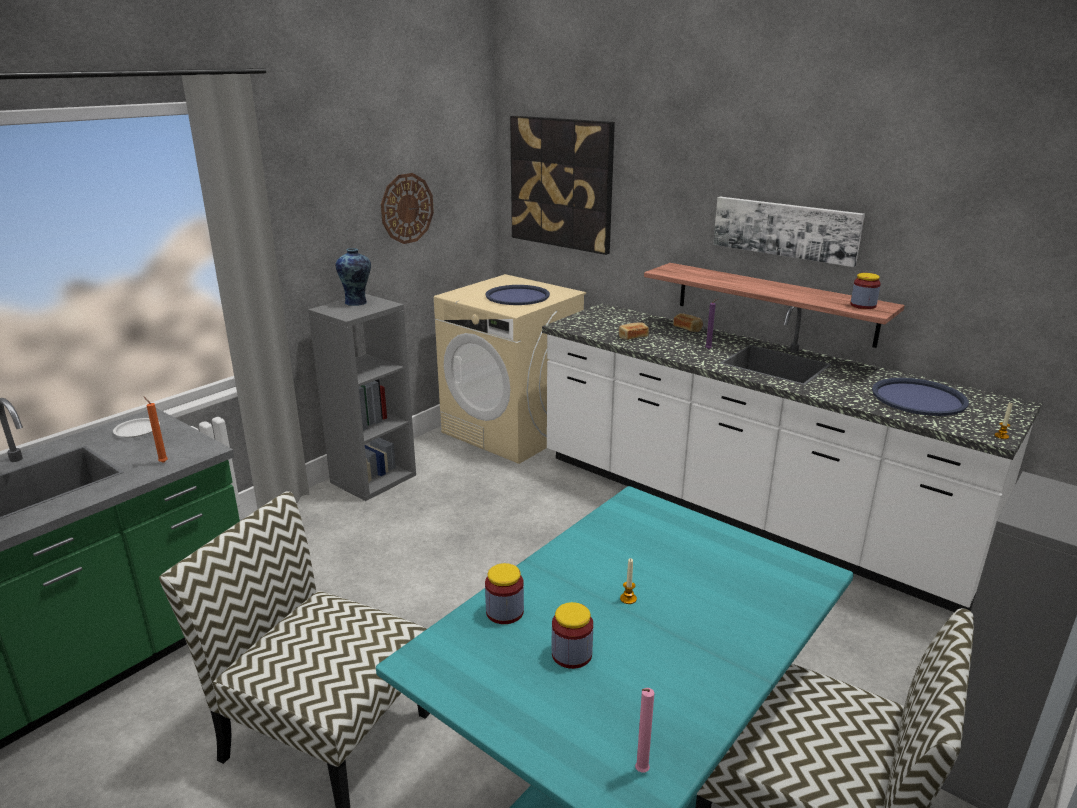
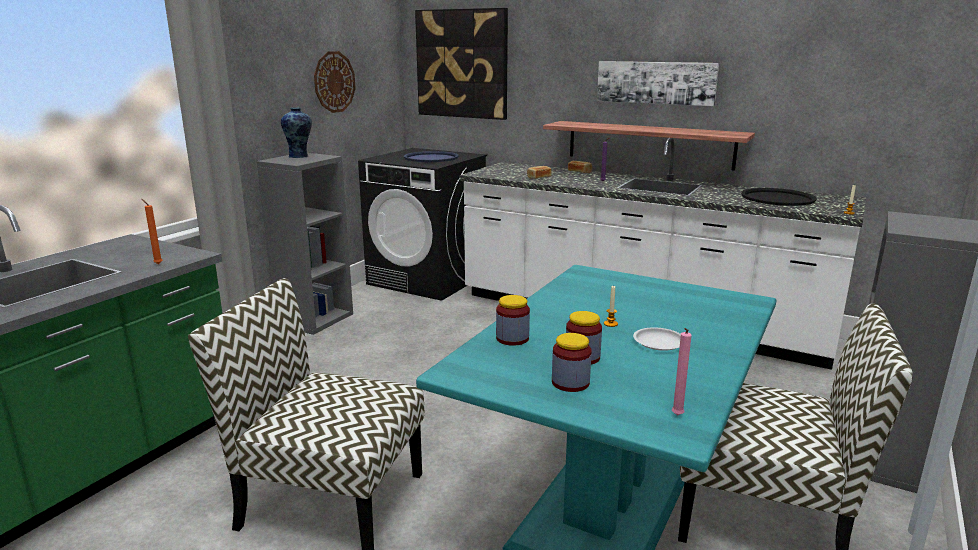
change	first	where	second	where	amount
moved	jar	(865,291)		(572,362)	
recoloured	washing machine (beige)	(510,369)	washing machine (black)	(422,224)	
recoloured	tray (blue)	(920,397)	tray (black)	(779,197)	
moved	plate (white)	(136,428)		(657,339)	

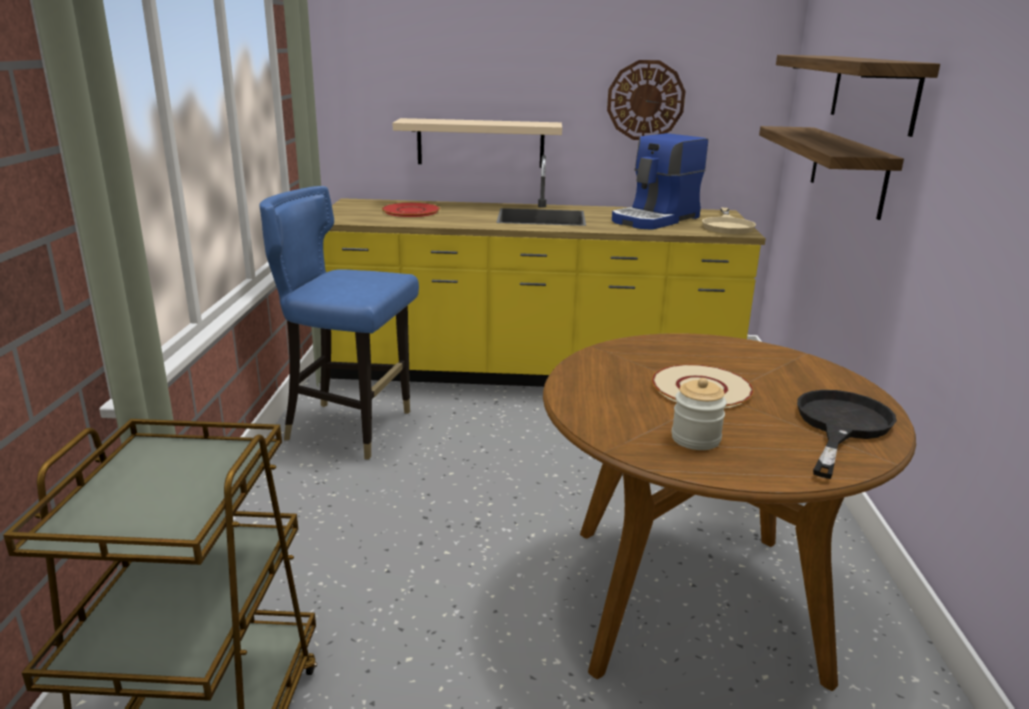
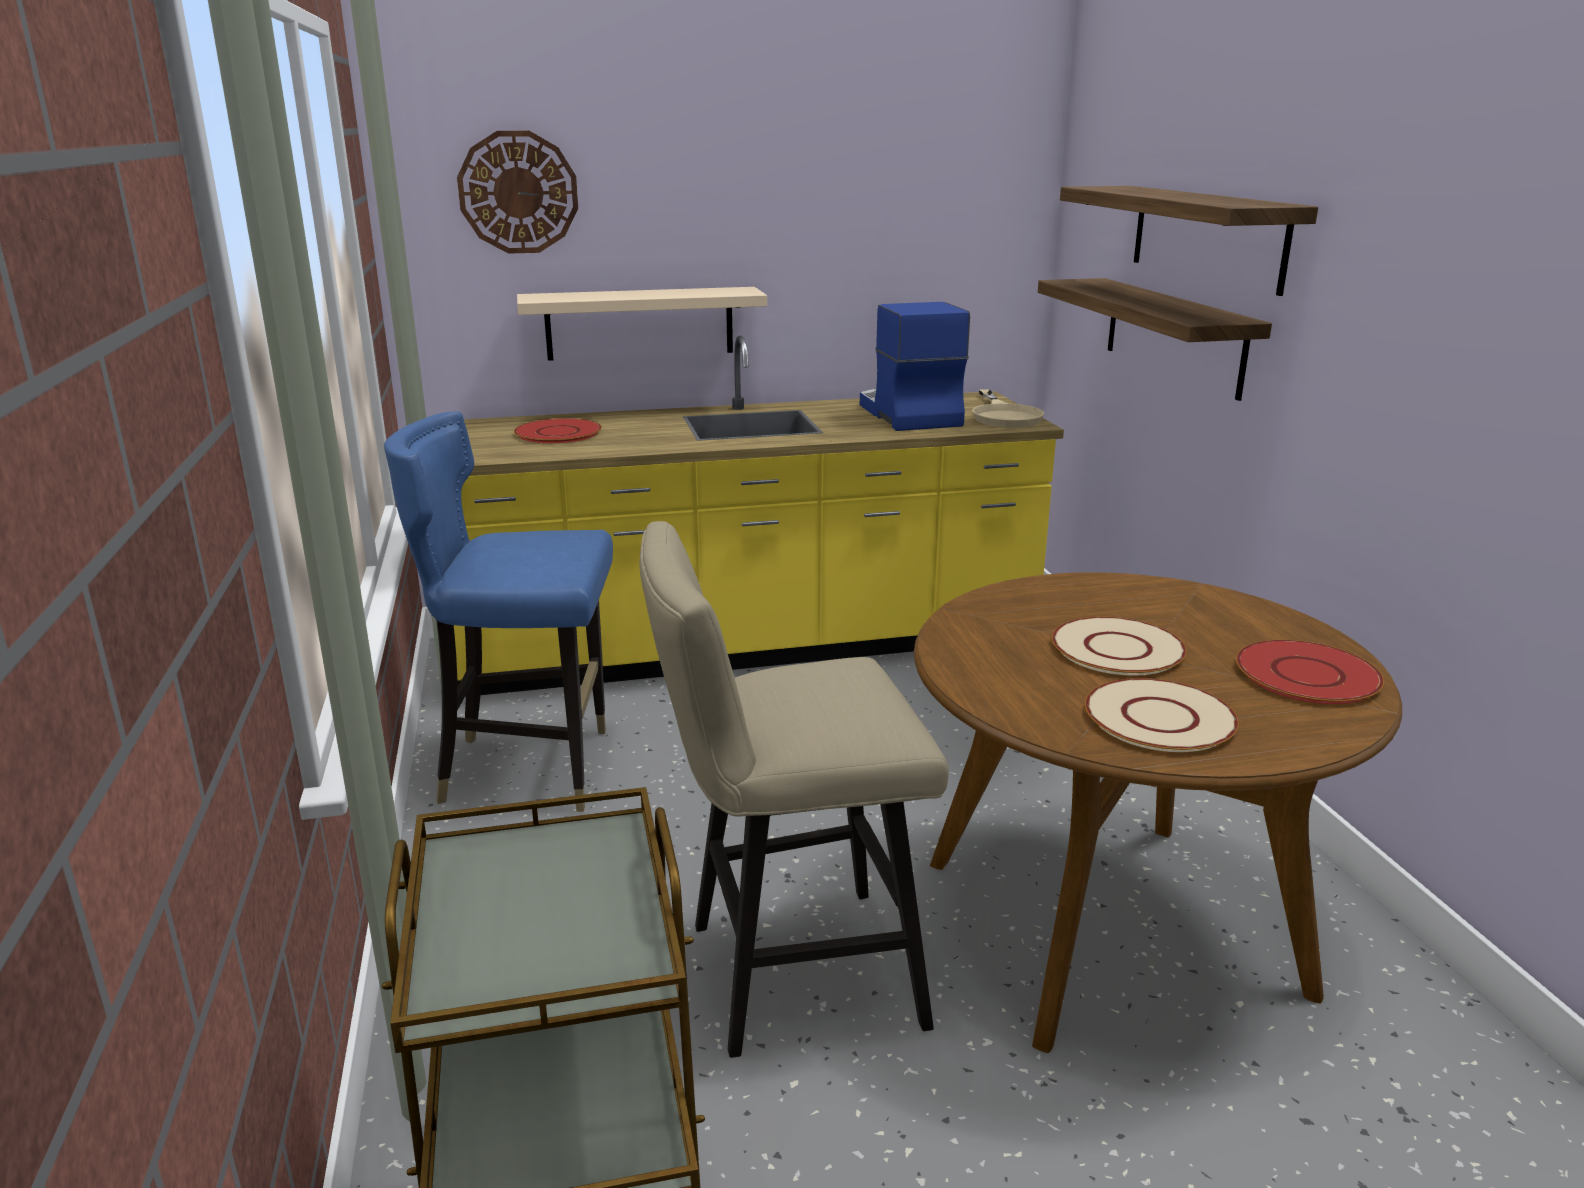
change	first	where	second	where	amount
moved	wall clock	(646,100)		(517,192)	
turned	coffee machine	(660,181)		(915,366)	135 degrees clockwise
replaced	jar	(699,414)	plate (beige)	(1162,715)	
replaced	frying pan (black)	(847,434)	plate (red)	(1310,672)	
added			stool (beige)	(794,789)	

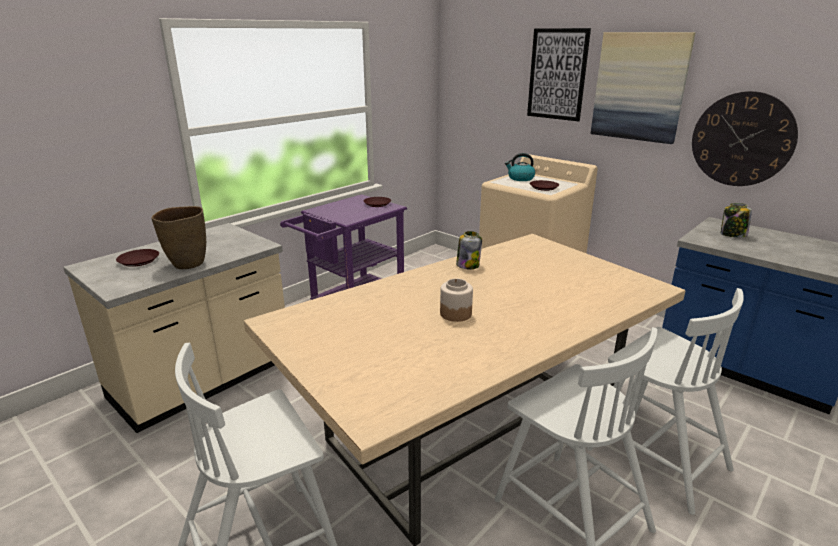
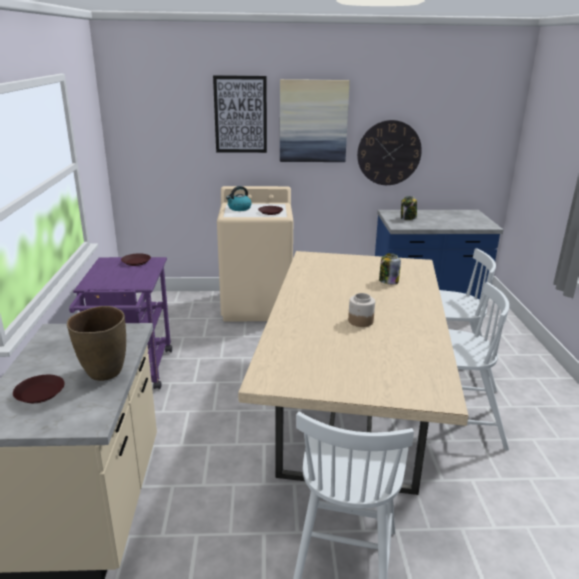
change	first	where	second	where	amount
moved	jar	(469,250)		(390,268)	

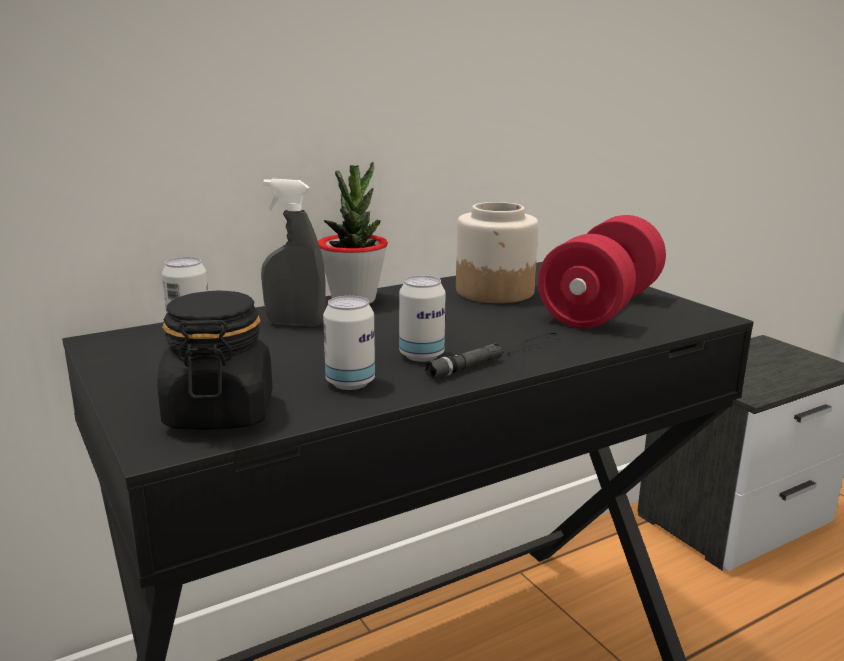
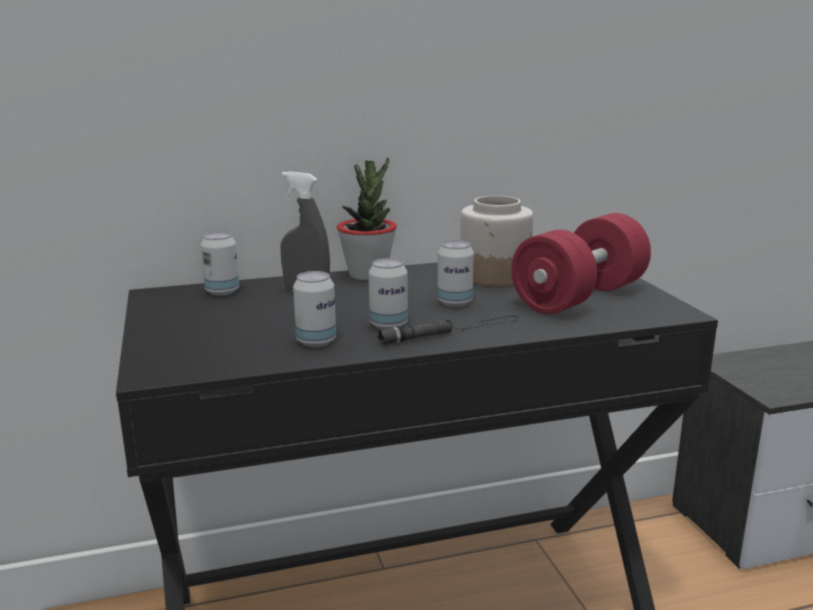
change	first	where	second	where	amount
removed	jar (black)	(215,360)			
added			can	(455,273)	

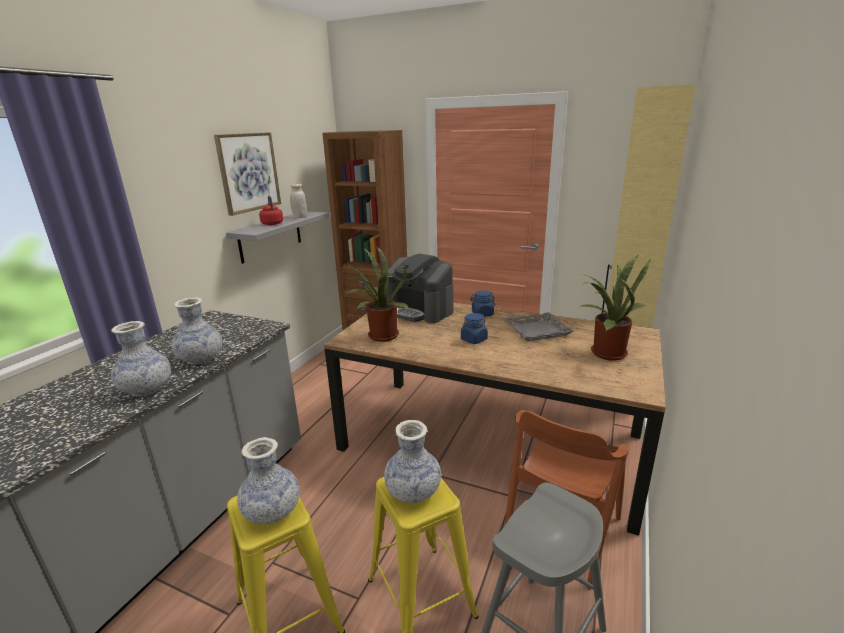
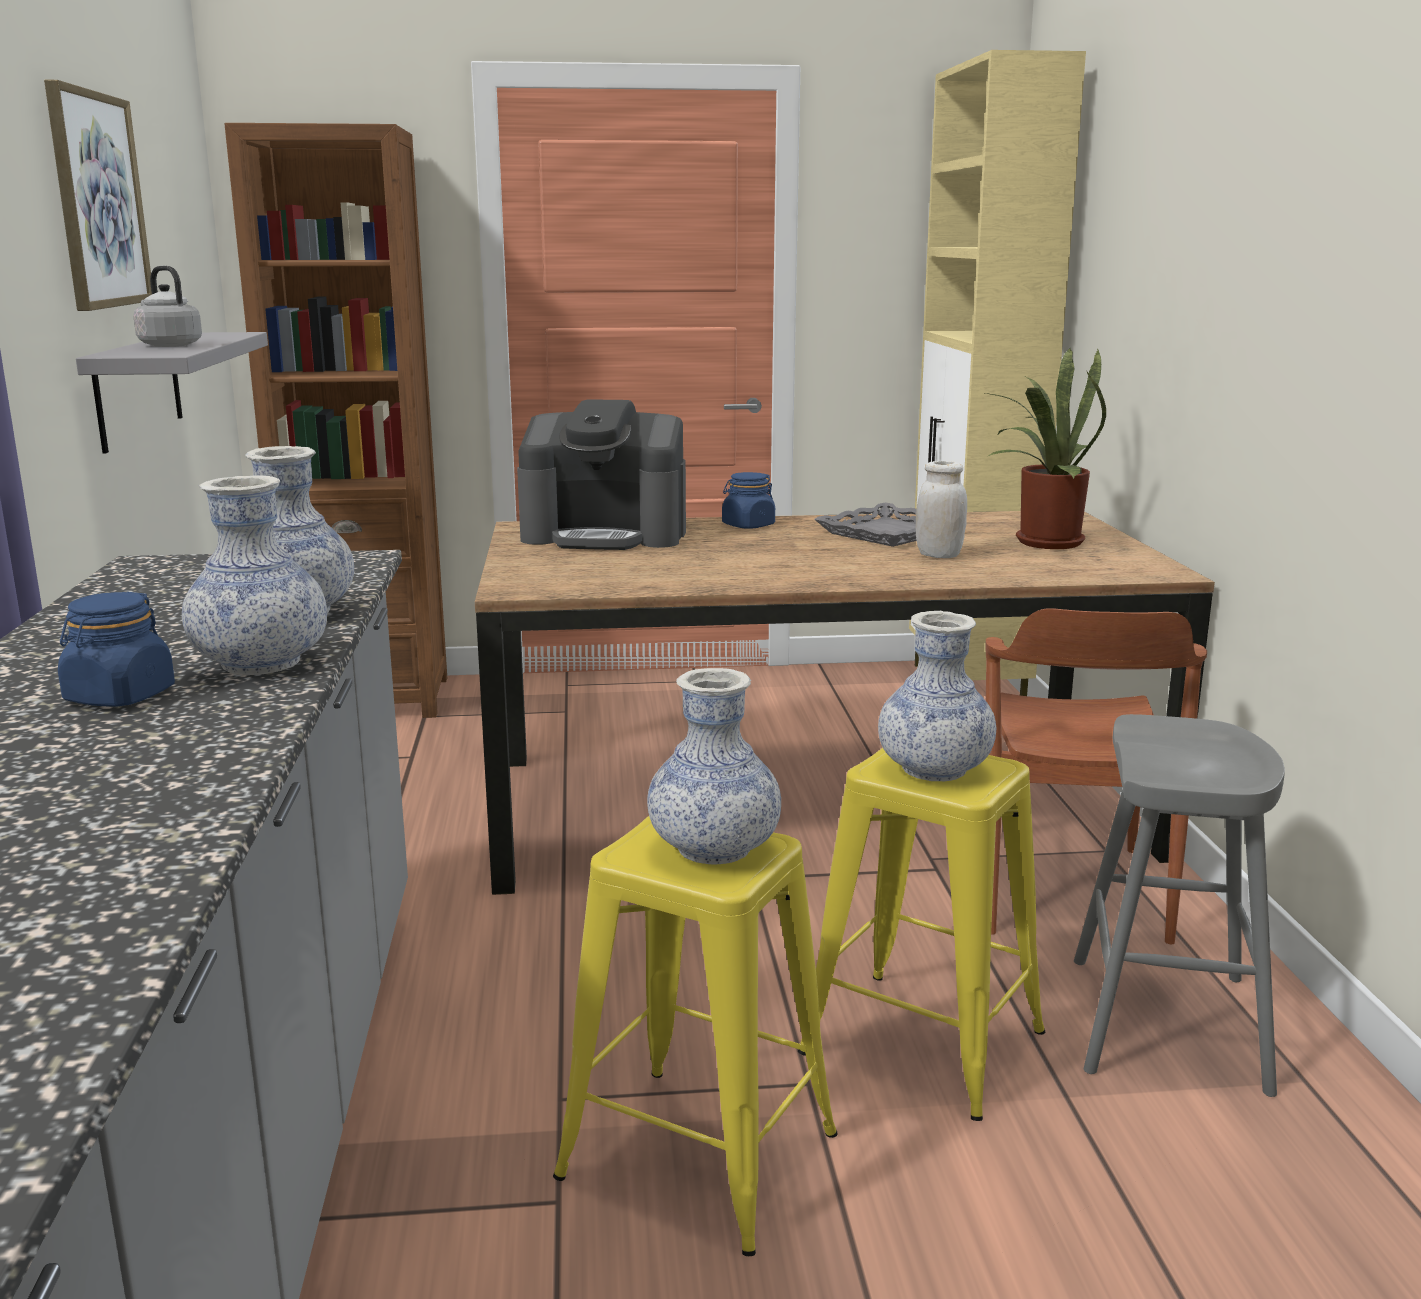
change	first	where	second	where	amount
moved	jar (white)	(298,200)		(941,509)	
recoloured	kettle (red)	(271,210)	kettle (grey)	(167,306)	
removed	potted plant	(377,294)			
moved	jar (blue)	(474,328)		(116,649)	

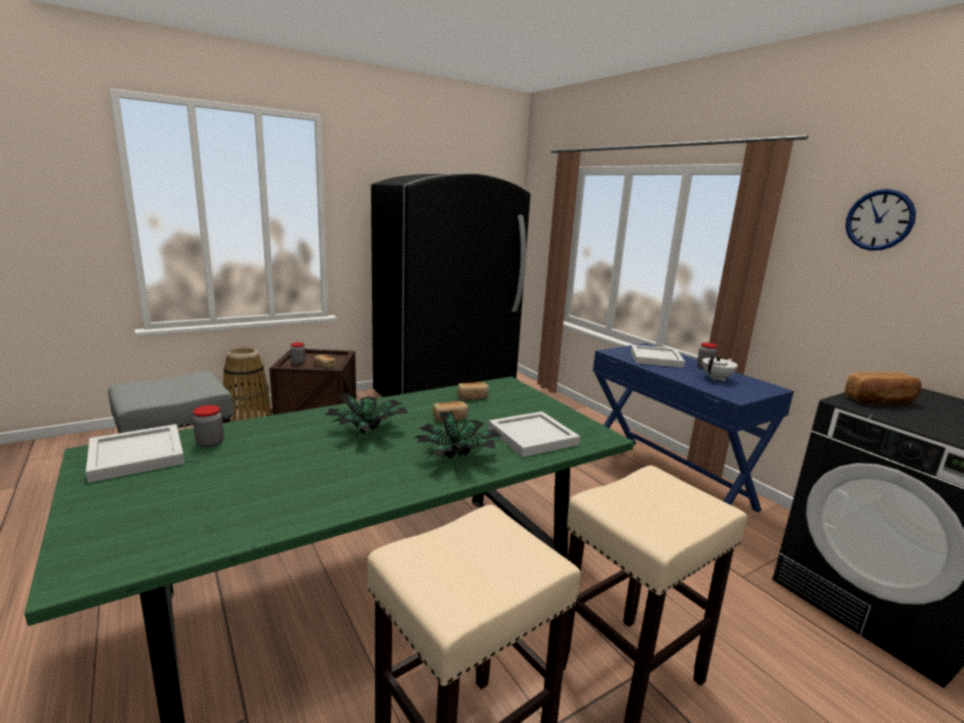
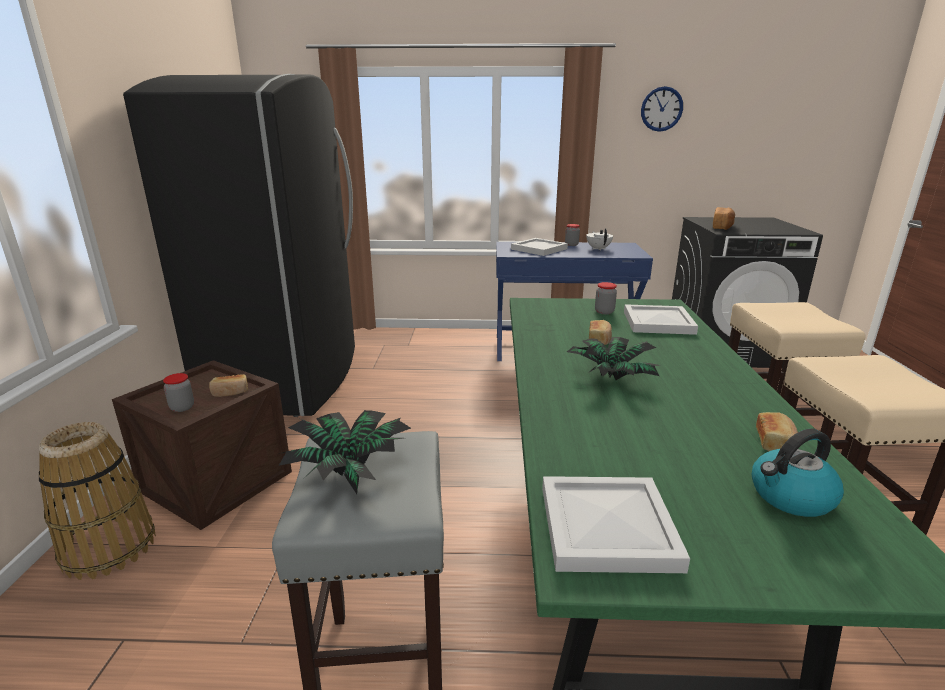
change	first	where	second	where	amount
moved	bread	(473,391)		(777,431)	
moved	jar	(208,426)		(606,298)	
moved	potted plant	(458,435)		(345,452)	
added			kettle	(798,473)	

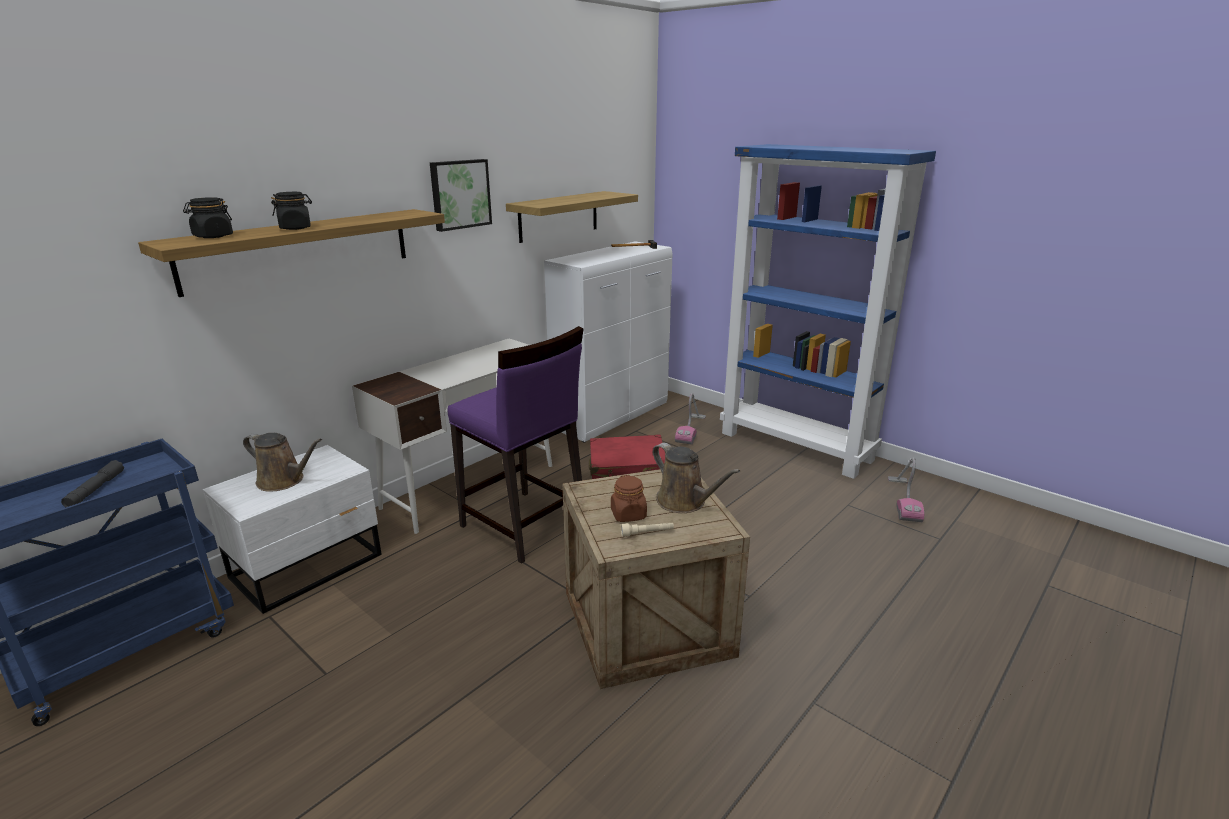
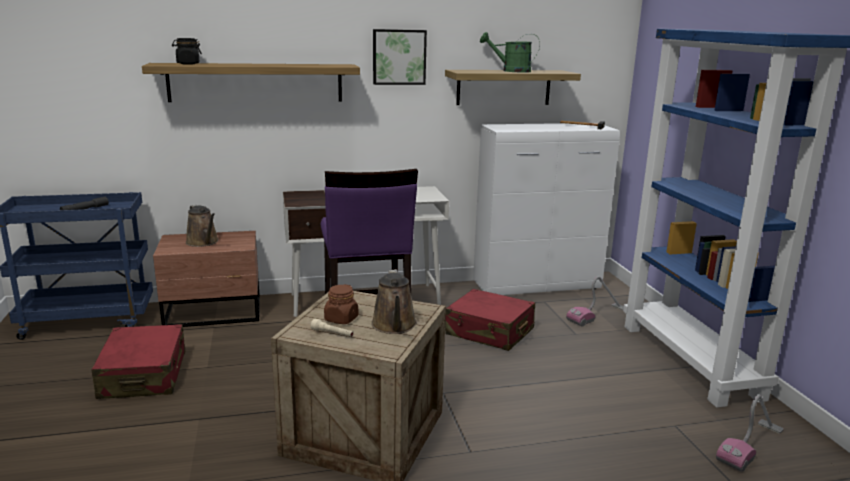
change	first	where	second	where	amount
removed	jar (black)	(291,211)			
recoloured	nightstand (white)	(292,529)	nightstand (brown)	(206,279)	
added			watering can (green)	(510,52)	
added			suitcase (red)	(138,361)	

